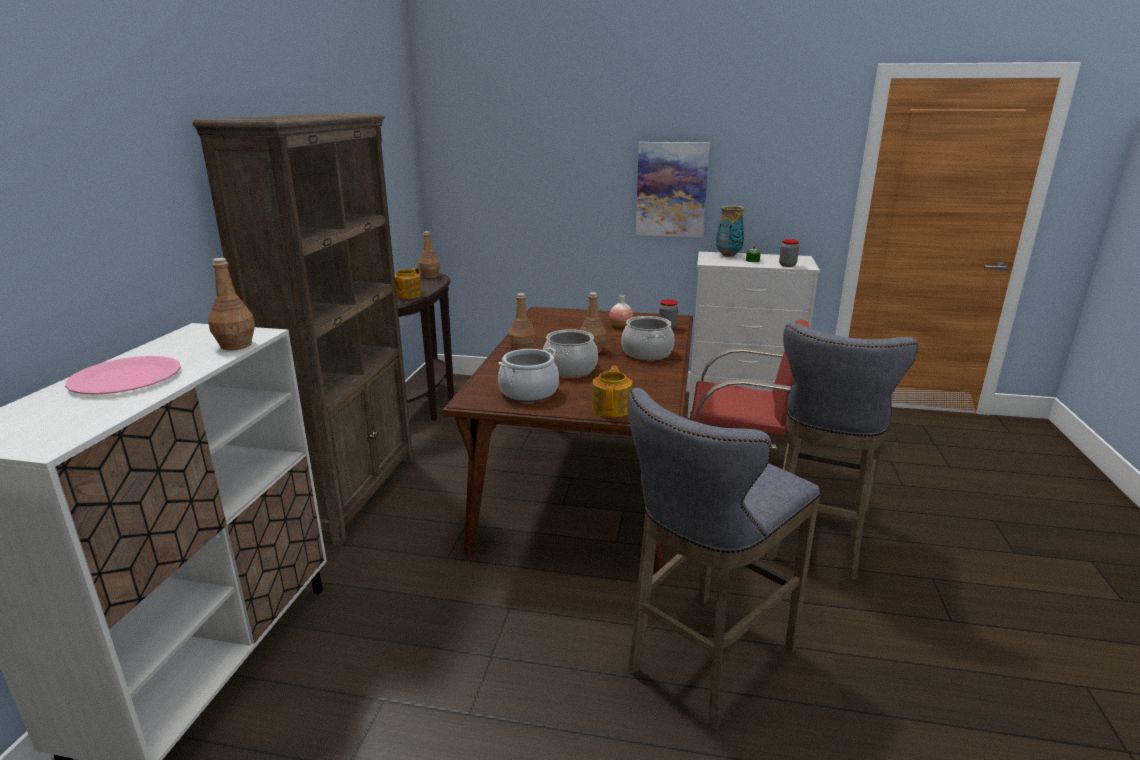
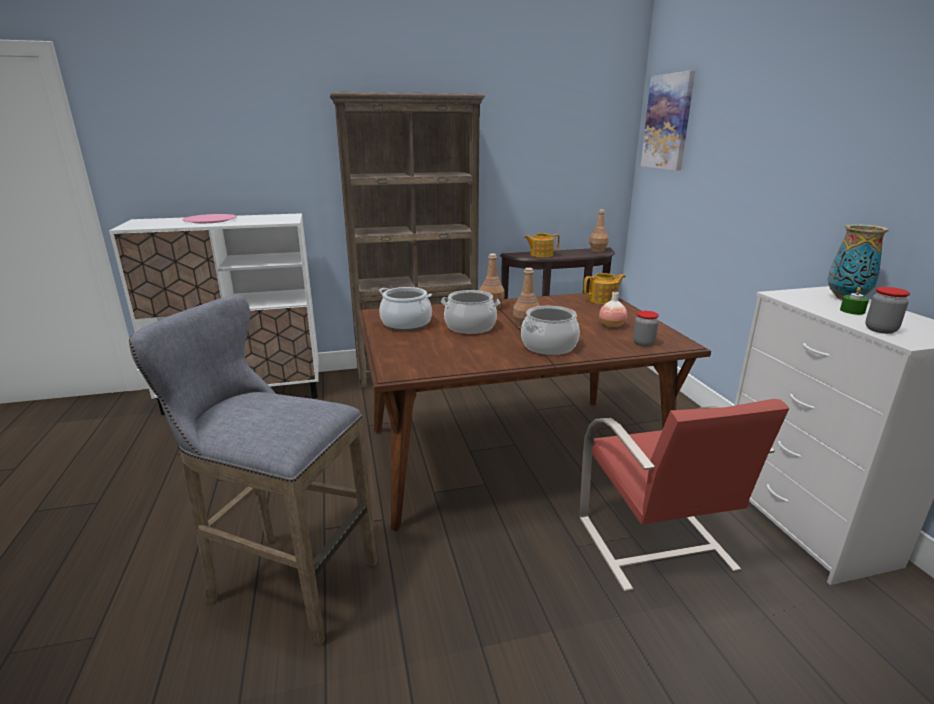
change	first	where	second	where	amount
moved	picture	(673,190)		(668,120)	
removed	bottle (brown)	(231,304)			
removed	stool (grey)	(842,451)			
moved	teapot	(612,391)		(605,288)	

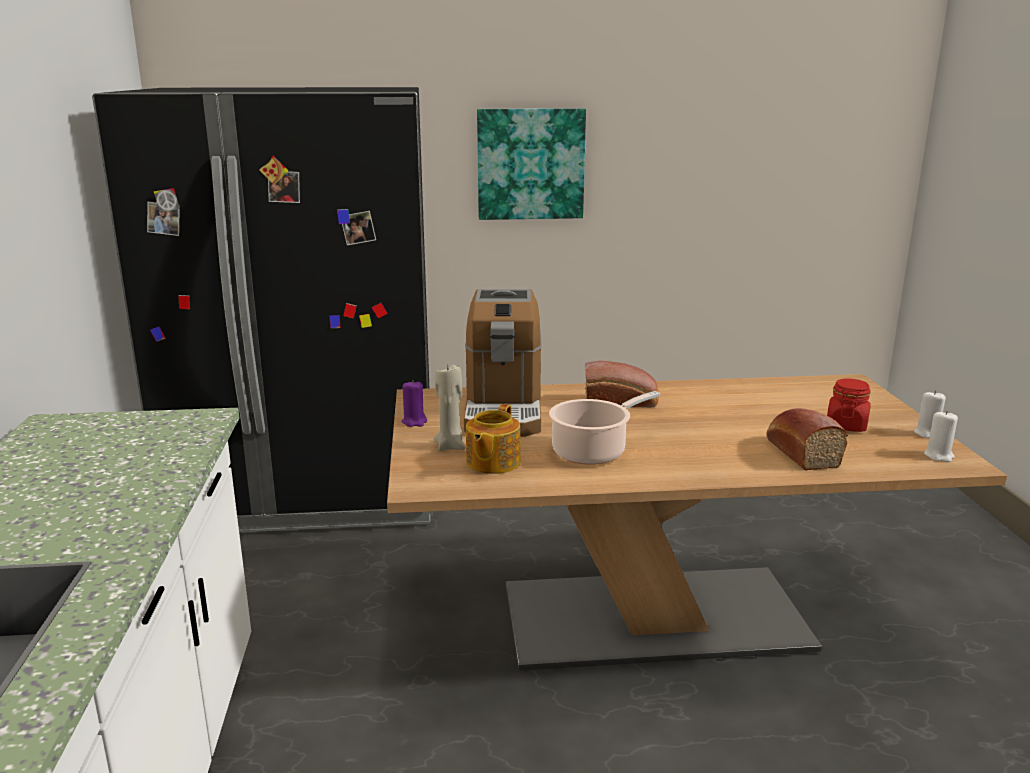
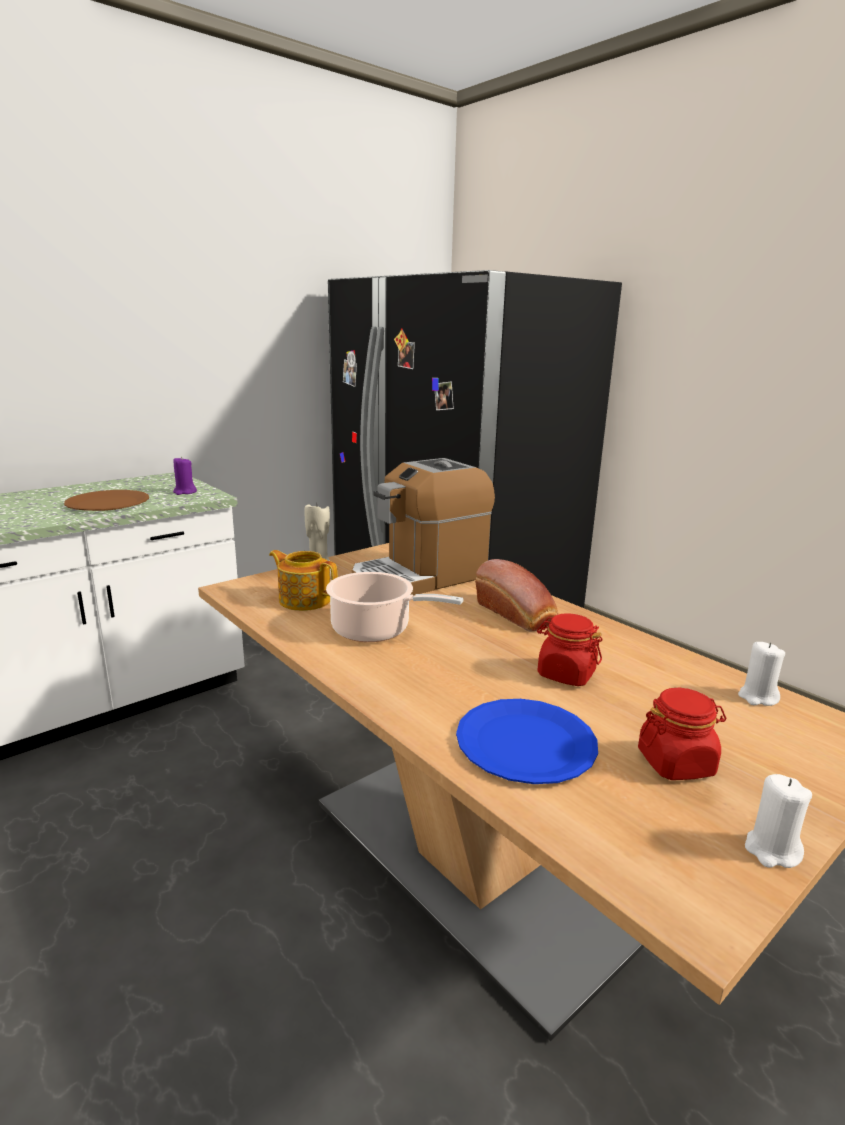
change	first	where	second	where	amount
removed	picture	(531,164)			
moved	candle (purple)	(414,403)		(185,476)	
turned	teapot	(493,439)		(303,580)	45 degrees clockwise
replaced	bread	(807,439)	plate (blue)	(527,741)	
moved	candle (white)	(941,436)		(761,674)	
added			plate (brown)	(106,500)	
added			jar (red)	(570,649)	

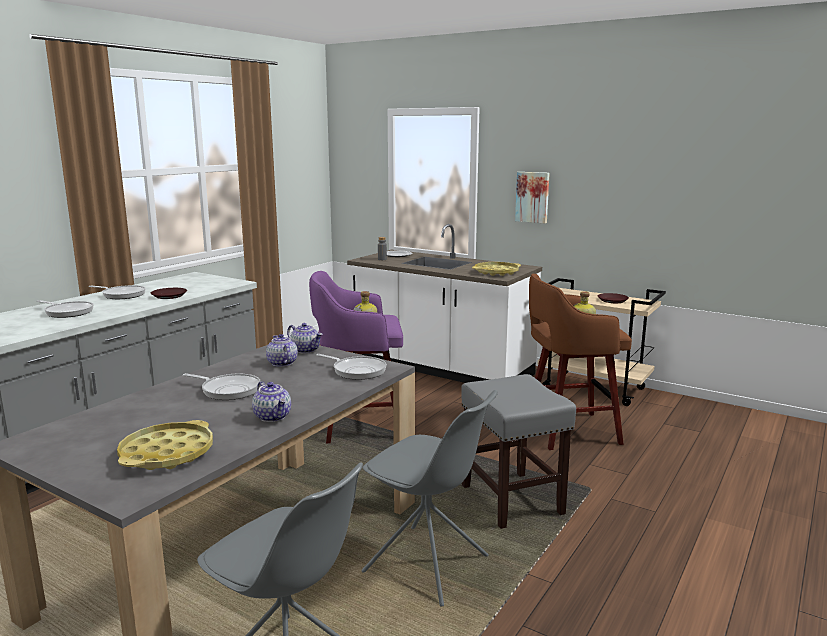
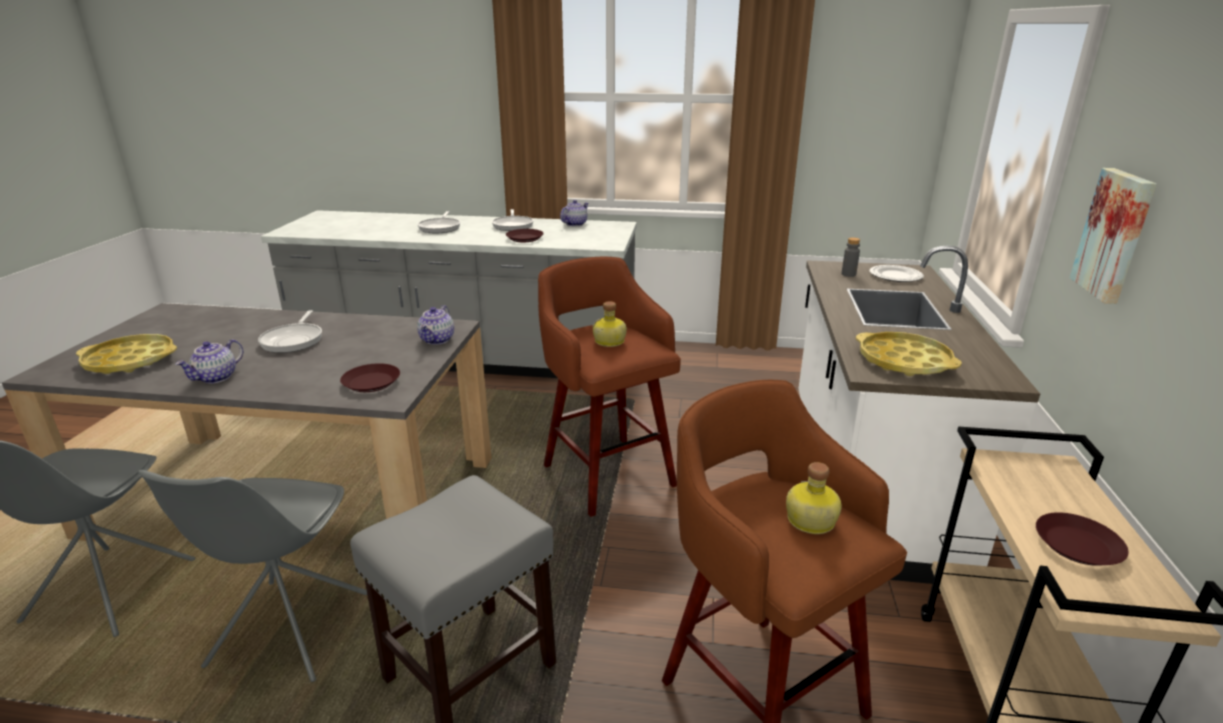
change	first	where	second	where	amount
recoloured	stool (purple)	(356,357)	stool (brown)	(609,387)	
moved	teapot	(282,350)		(574,213)	
replaced	frying pan	(351,367)	plate (brown)	(370,377)	

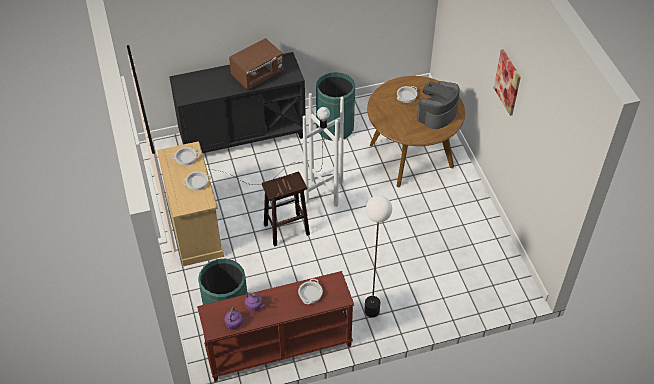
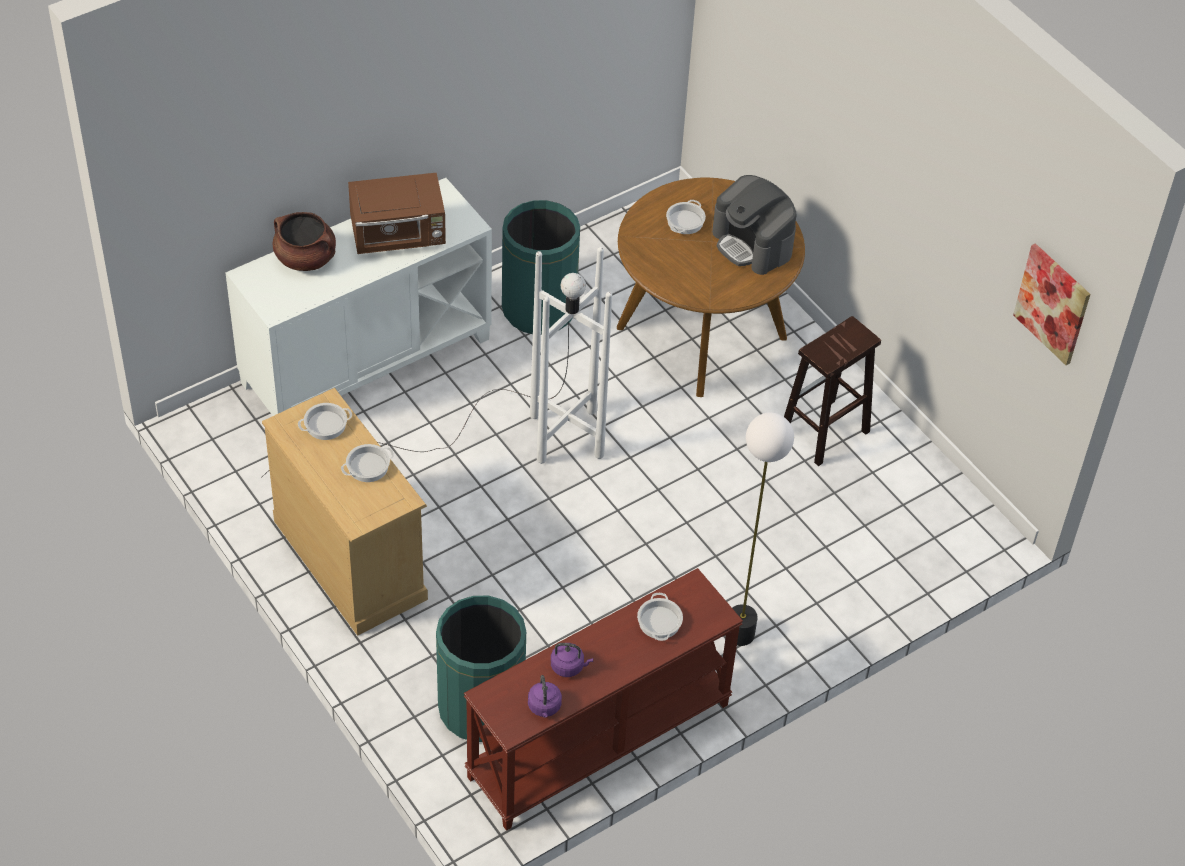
change	first	where	second	where	amount
turned	microwave (brown)	(256,63)		(397,213)	45 degrees clockwise
moved	picture	(507,82)		(1051,304)	
recoloured	cabinet (black)	(237,102)	cabinet (white)	(359,297)	
turned	coffee machine	(438,105)		(754,225)	60 degrees counterclockwise
moved	stool (brown)	(286,209)		(832,391)	
added			cooking pot (brown)	(304,241)	

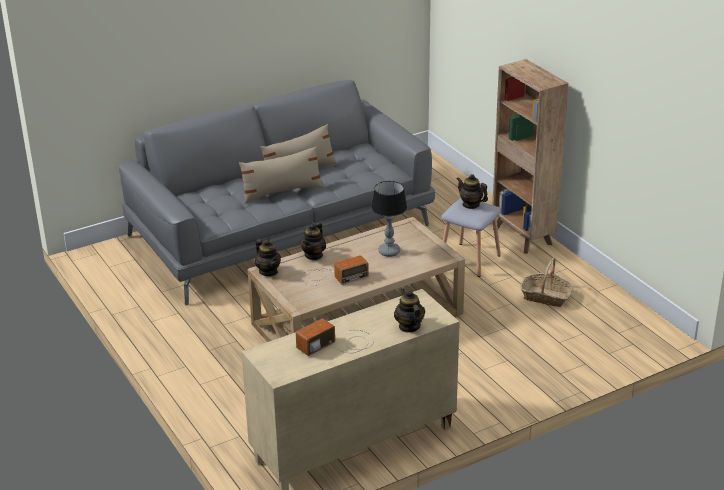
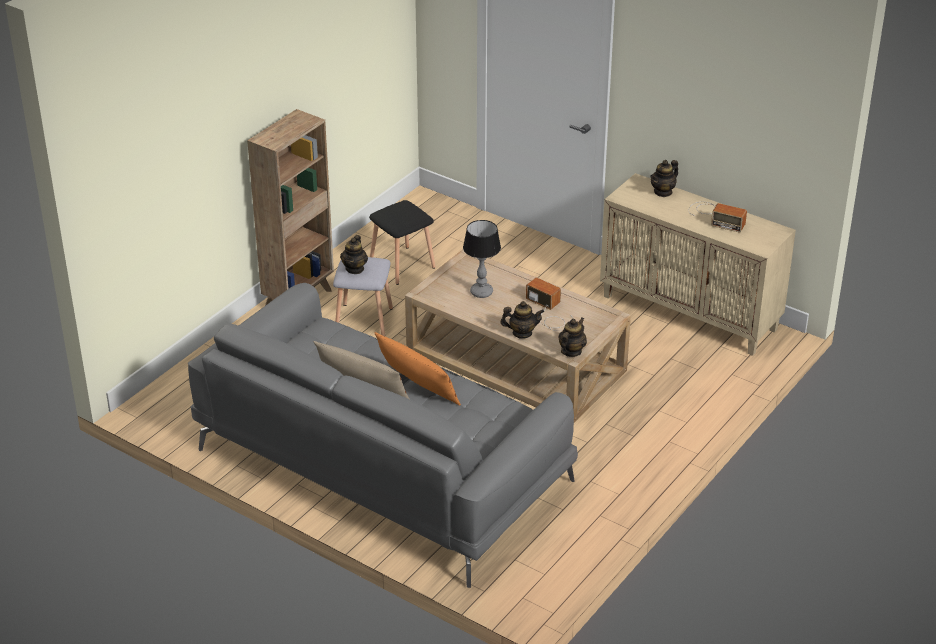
change	first	where	second	where	amount
recoloured	pillow (beige)	(281,174)	pillow (orange)	(417,369)	
replaced	basket	(546,282)	stool (black)	(402,242)	

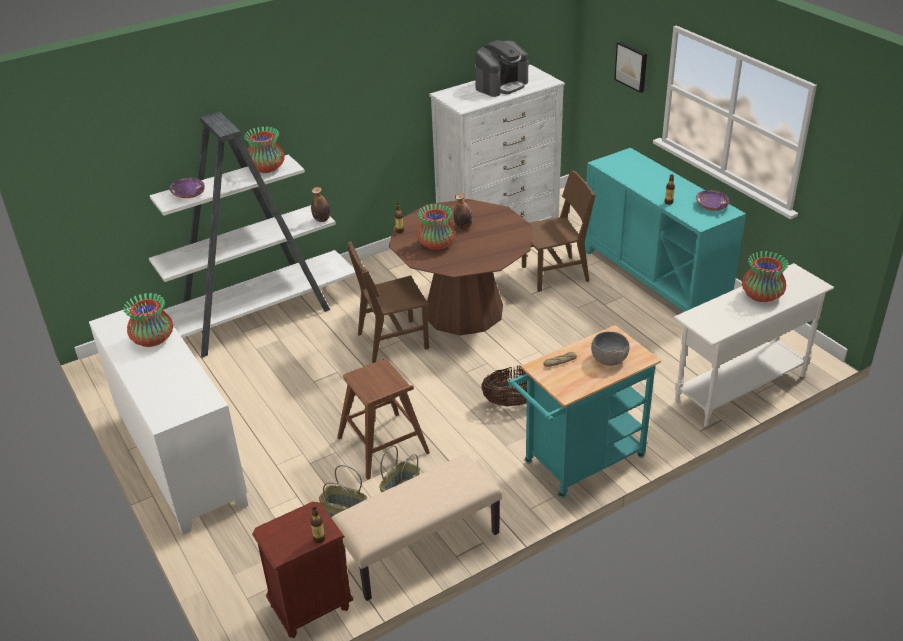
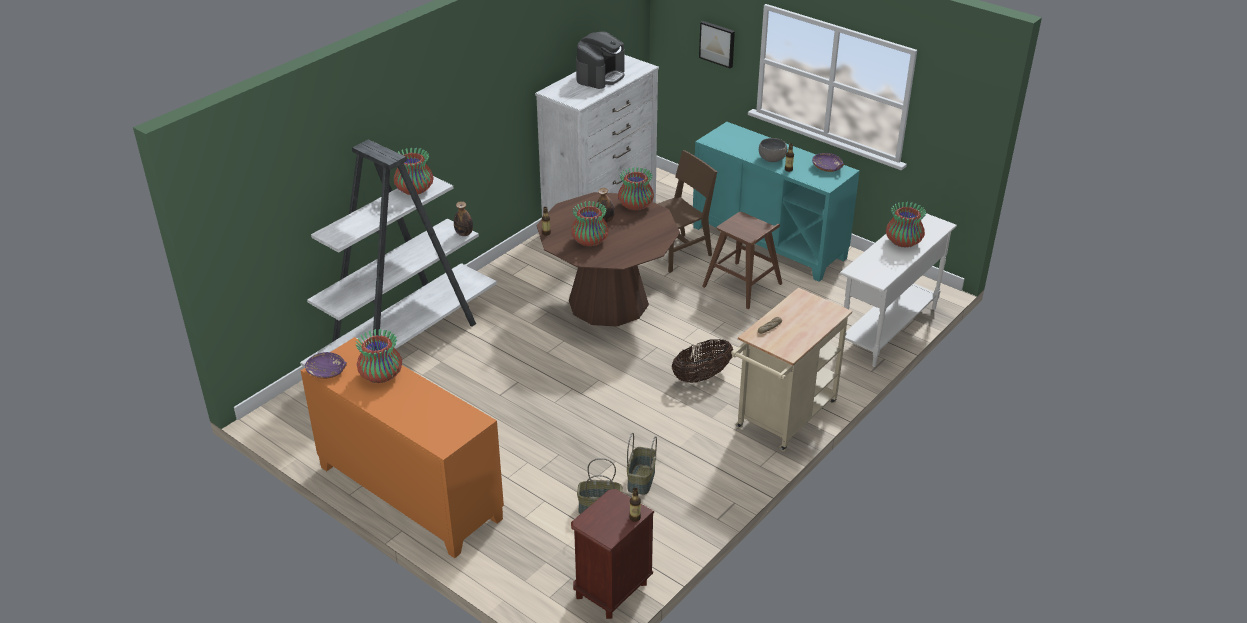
change	first	where	second	where	amount
moved	bowl (purple)	(187,188)		(326,365)	
removed	chair (brown)	(388,302)			
recoloured	cabinet (white)	(168,419)	cabinet (orange)	(402,447)	
recoloured	cart (turquoise)	(585,411)	cart (beige)	(791,369)	
moved	bowl (grey)	(610,349)		(773,150)	
moved	stool (brown)	(383,419)		(742,260)	
removed	bench (beige)	(416,527)			
added			vase	(636,188)	

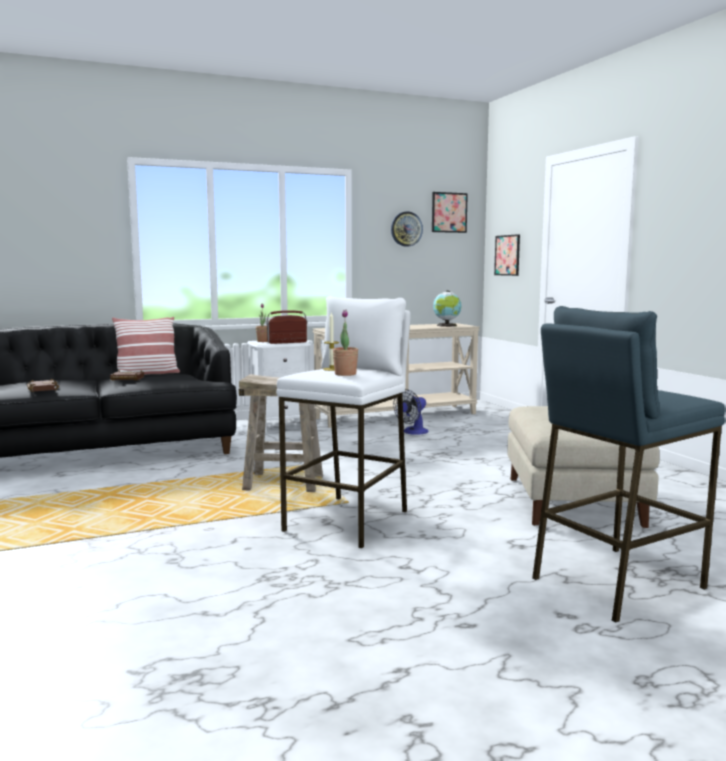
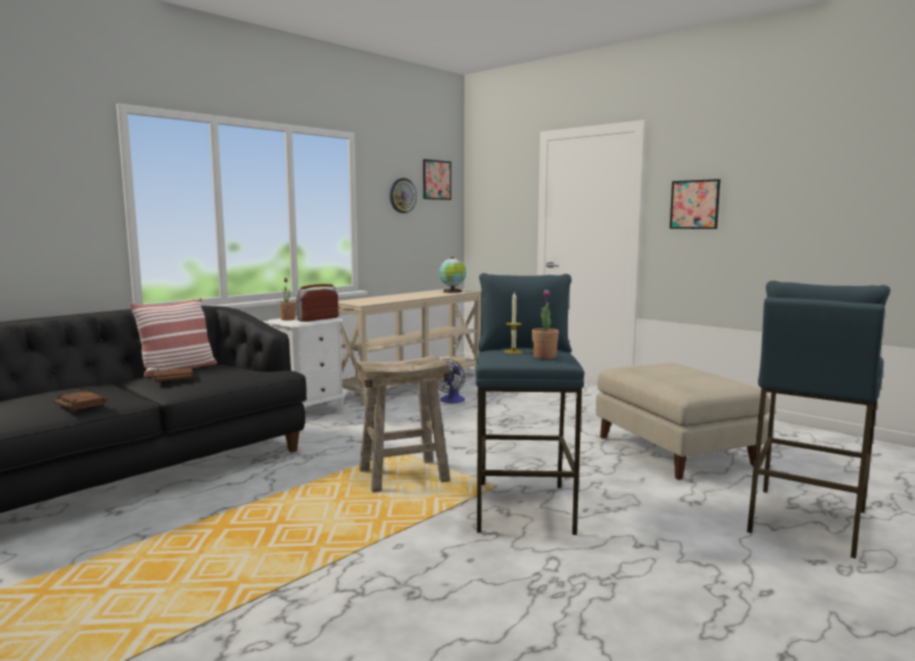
change	first	where	second	where	amount
moved	picture	(507,255)		(695,204)	
recoloured	stool (white)	(343,422)	stool (blue)	(530,404)	

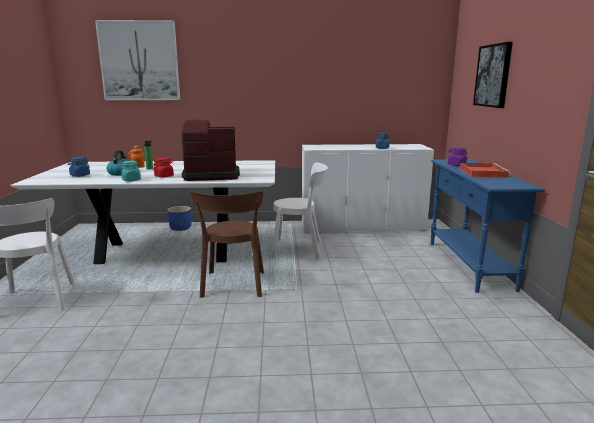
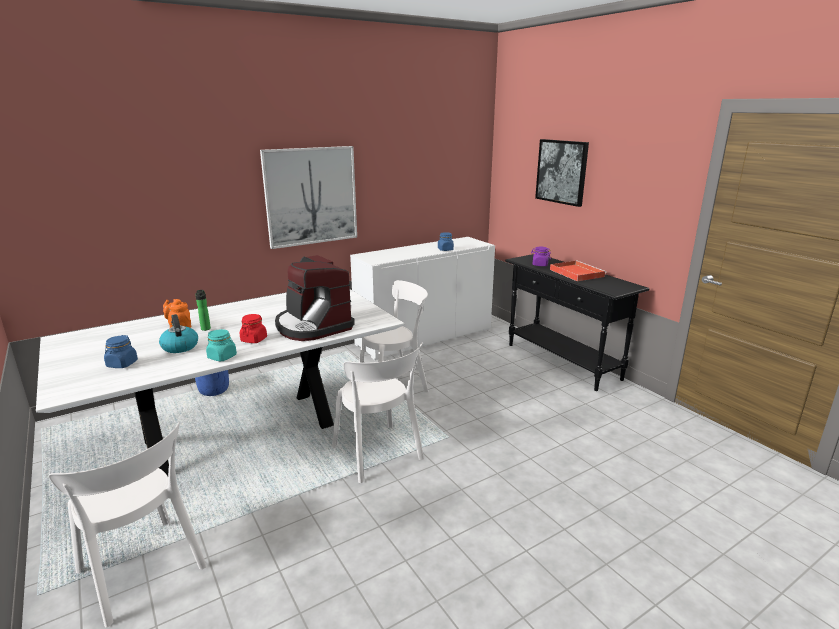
change	first	where	second	where	amount
moved	picture	(137,60)		(308,197)	
turned	coffee machine	(210,150)		(315,298)	90 degrees counterclockwise
recoloured	console table (blue)	(488,226)	console table (black)	(577,322)	
recoloured	chair (brown)	(227,244)	chair (white)	(378,412)	

